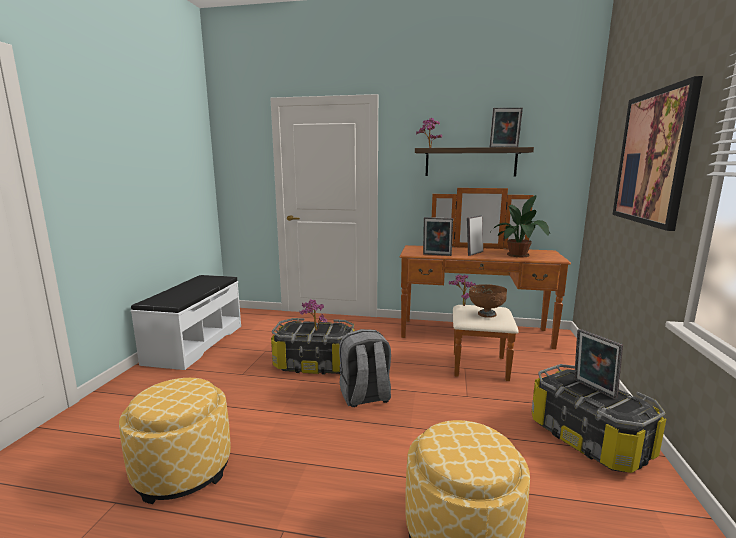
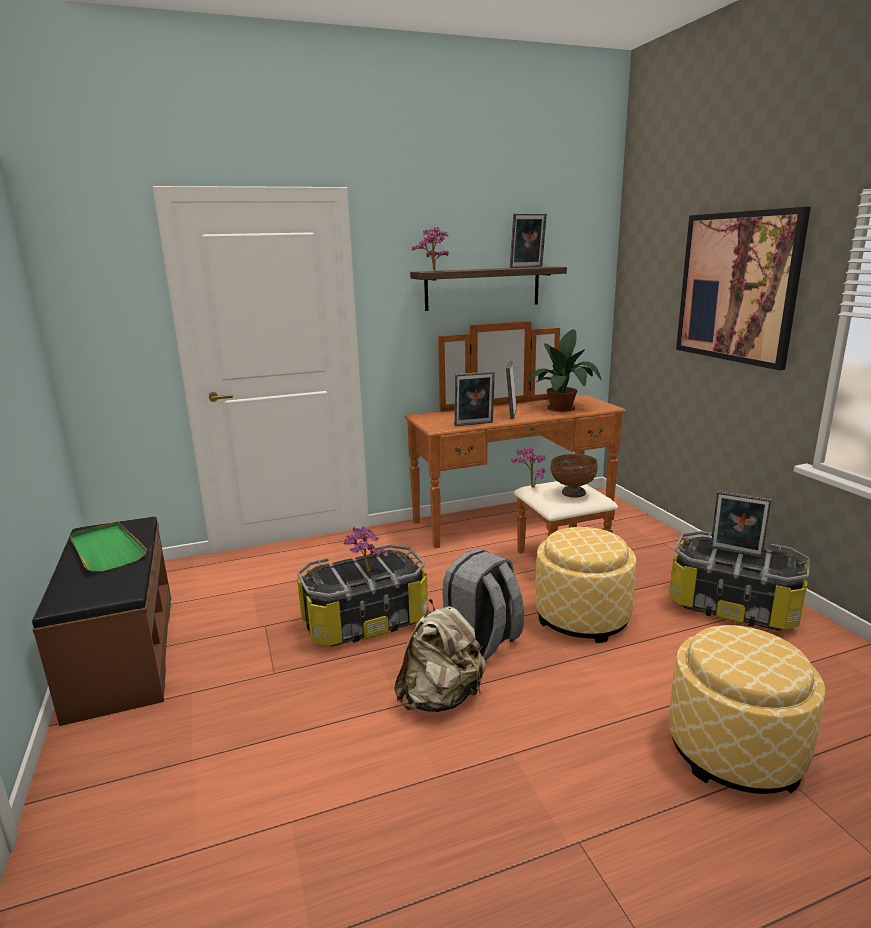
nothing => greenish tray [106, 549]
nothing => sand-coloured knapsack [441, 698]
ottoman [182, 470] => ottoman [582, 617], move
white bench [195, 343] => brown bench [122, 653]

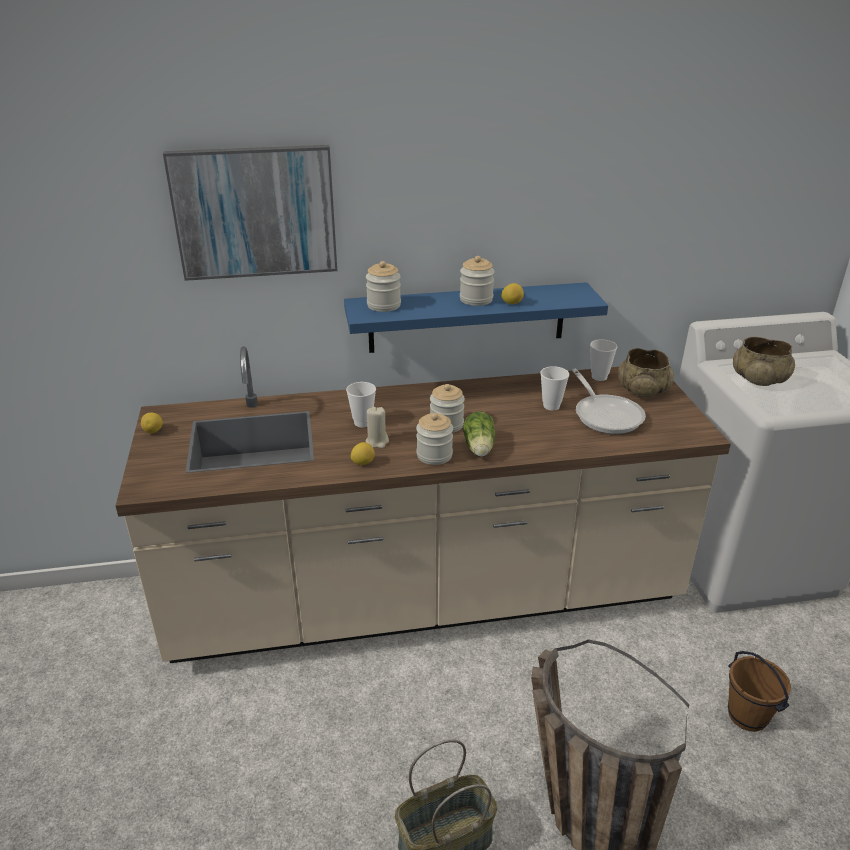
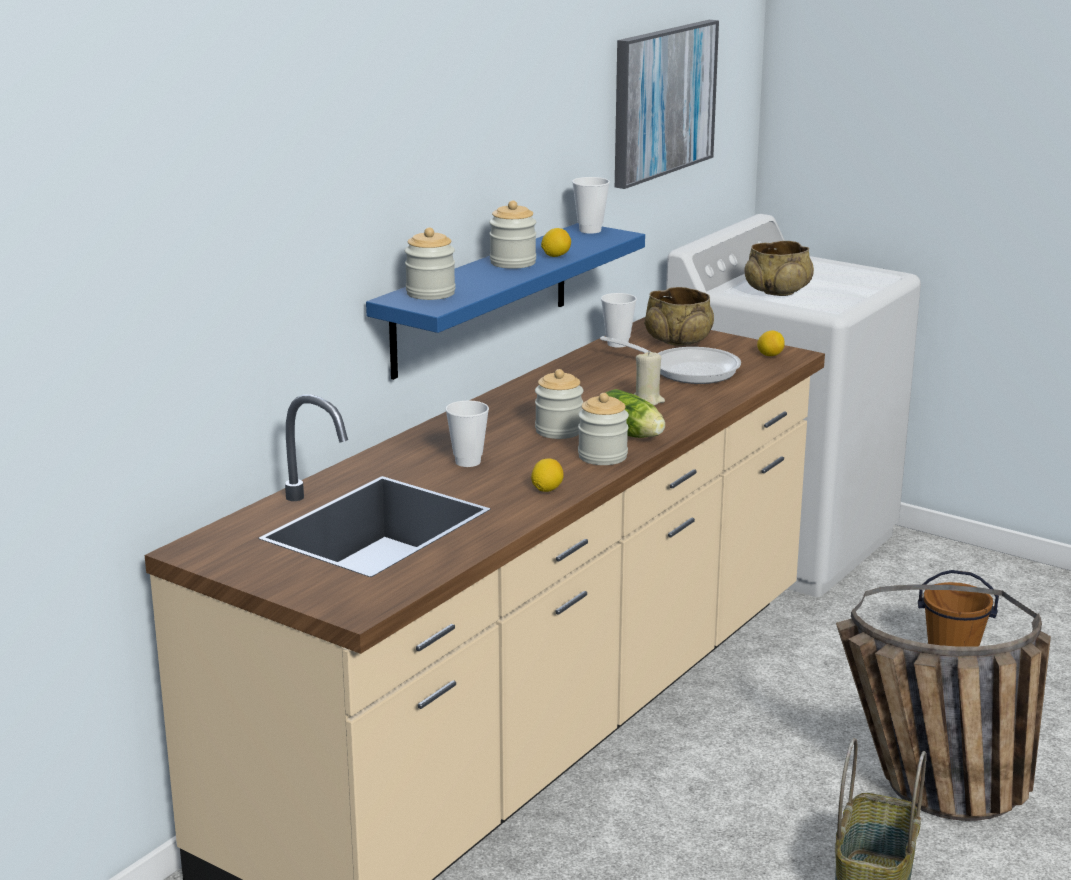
lemon [153, 431] => lemon [770, 355], move
wall picture [255, 212] => wall picture [662, 101], move
sand-coloured wax candle [377, 442] => sand-coloured wax candle [648, 400], move
cup [551, 406] => cup [590, 230], move

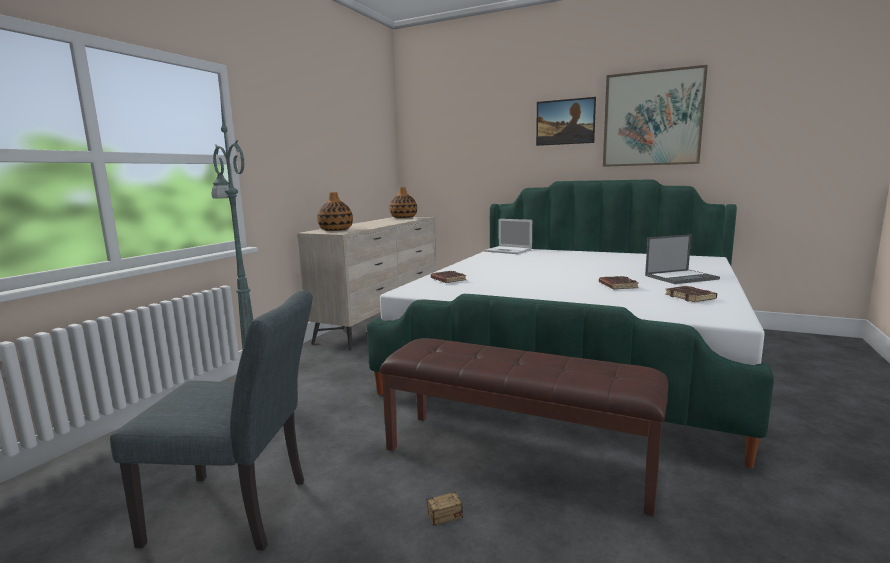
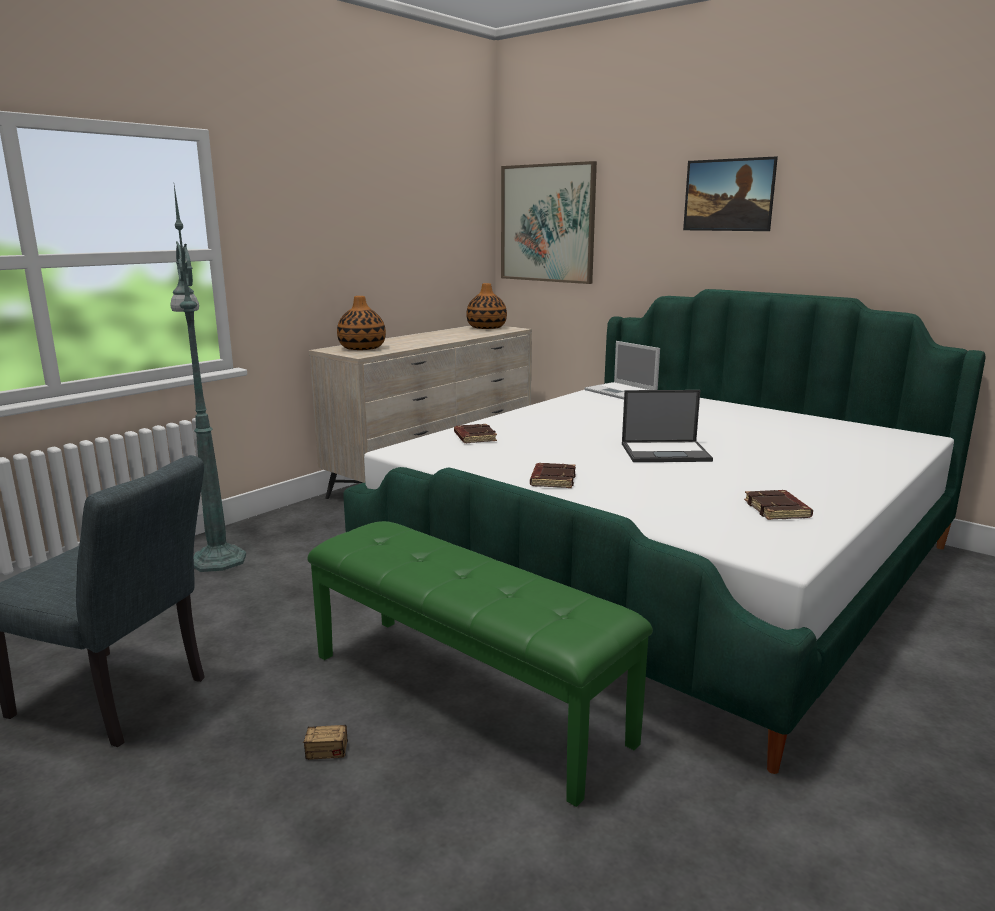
brown book [617, 286] => brown book [552, 480], move
wall picture [652, 119] => wall picture [547, 223], move
laptop [681, 277] => laptop [666, 452], move
brown bench [517, 457] => greenish bench [467, 696]

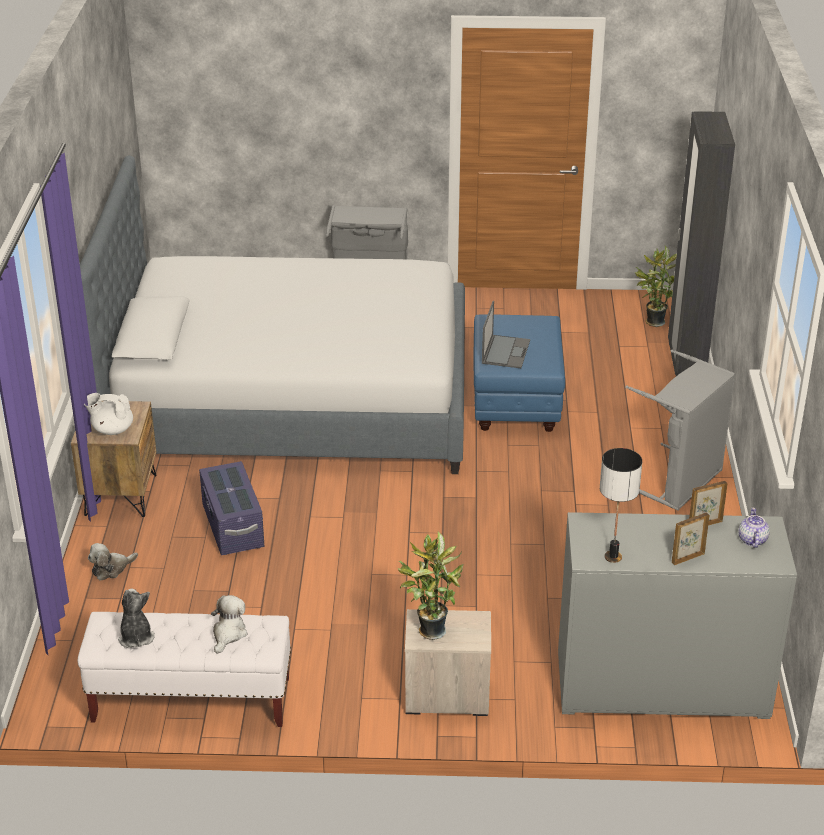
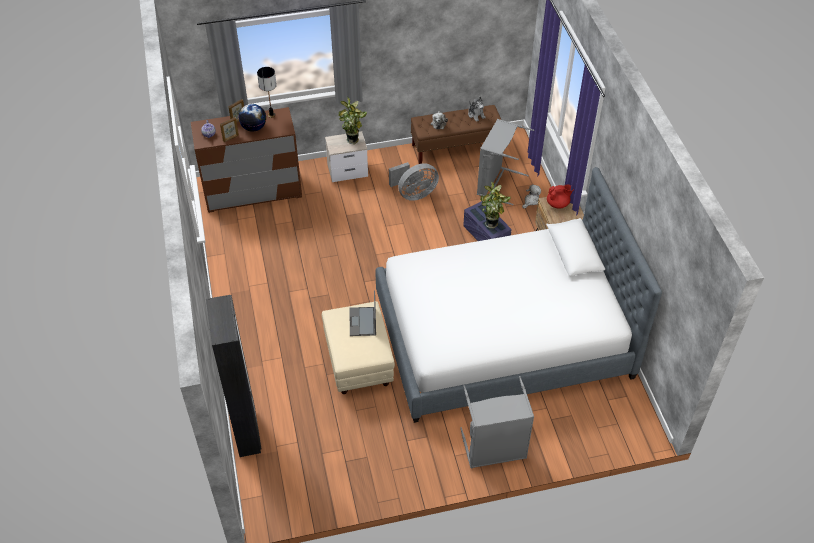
nothing => world globe [254, 128]
nothing => grey fan [414, 194]
grey washing basket [679, 481] => grey washing basket [497, 183], move
plant in a pot [653, 321] => plant in a pot [493, 224], move
white bench [191, 700] => brown bench [455, 148]
white teapot [112, 429] => red teapot [558, 204]
blue ottoman [515, 403] => sand-coloured ottoman [359, 363]
grey chest of drawers [661, 687] => brown chest of drawers [253, 192]

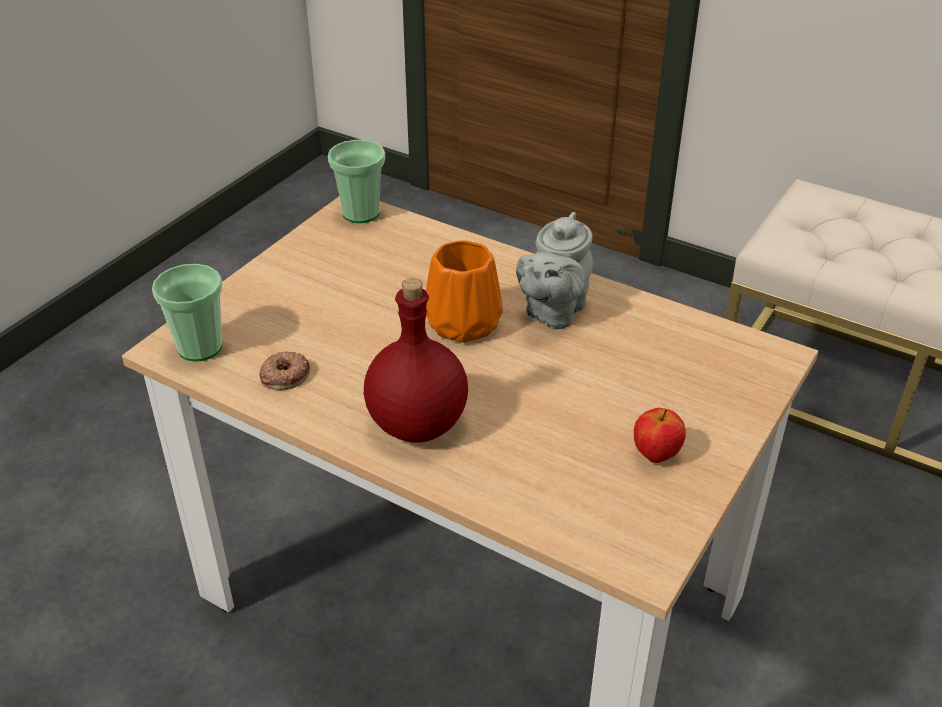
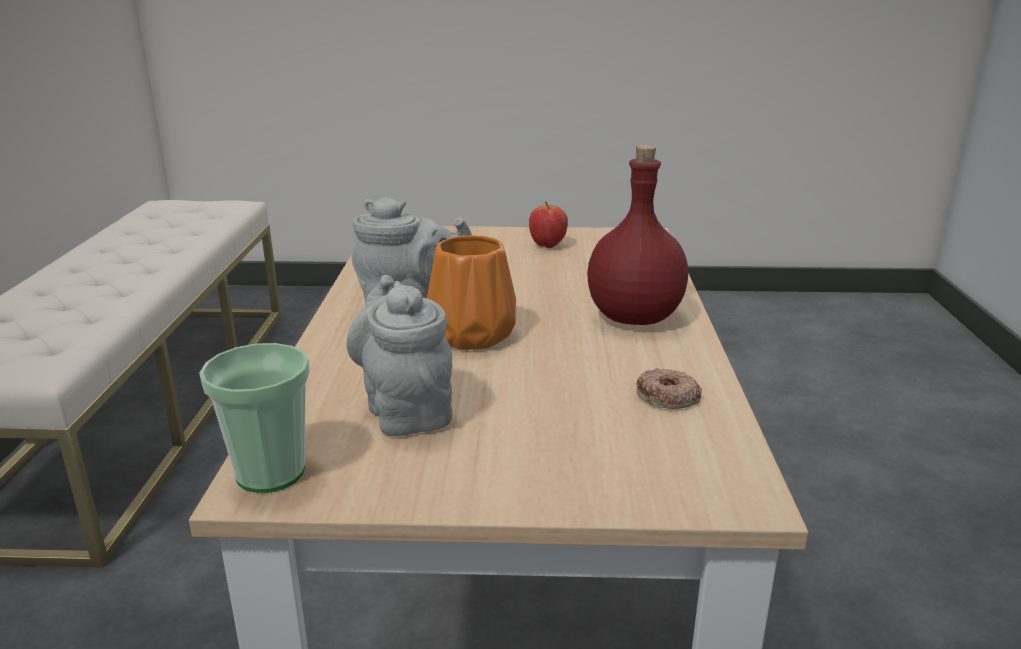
cup [200, 347] => nothing
nothing => grey teapot [406, 410]

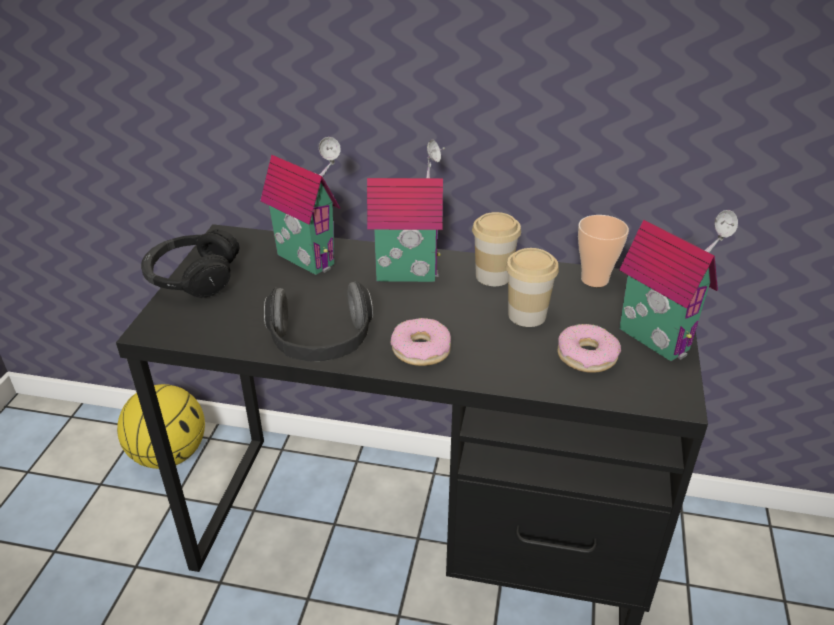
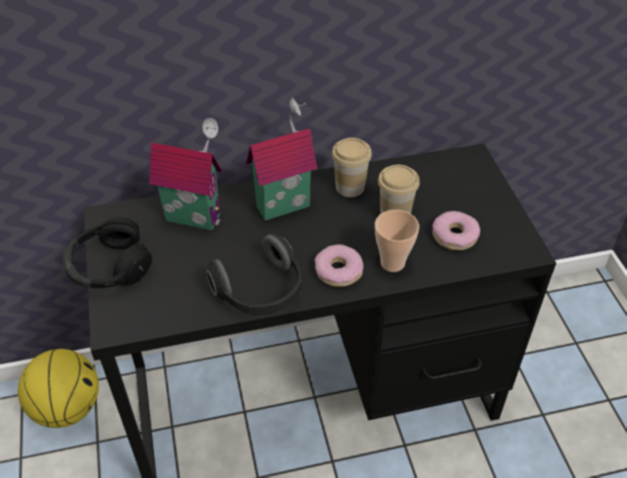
toy house [657, 337] => nothing
cup [594, 279] => cup [392, 263], move

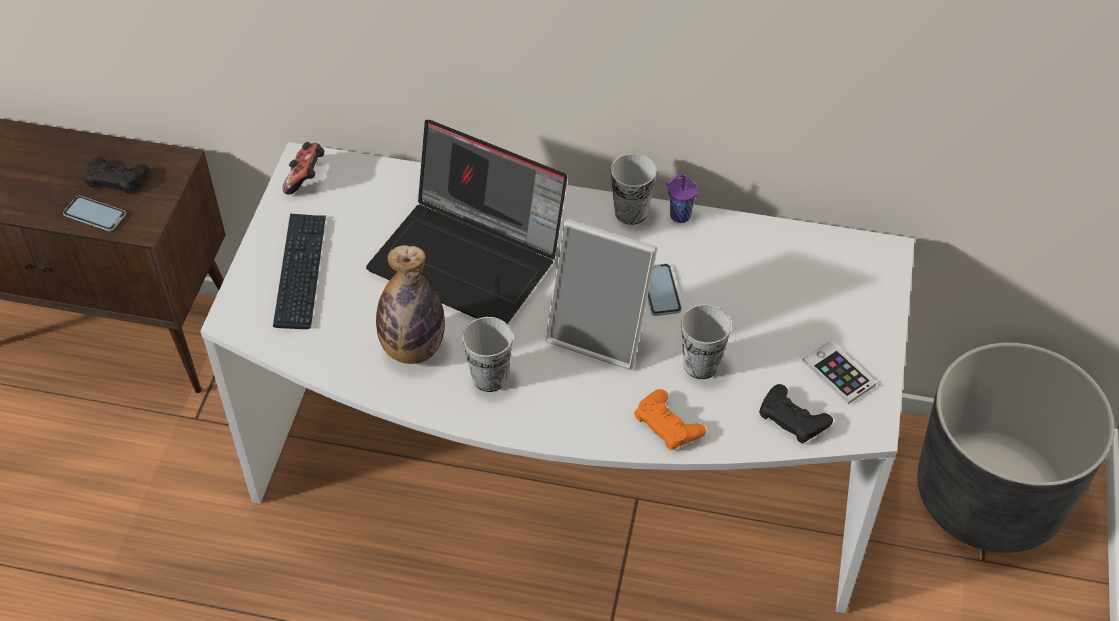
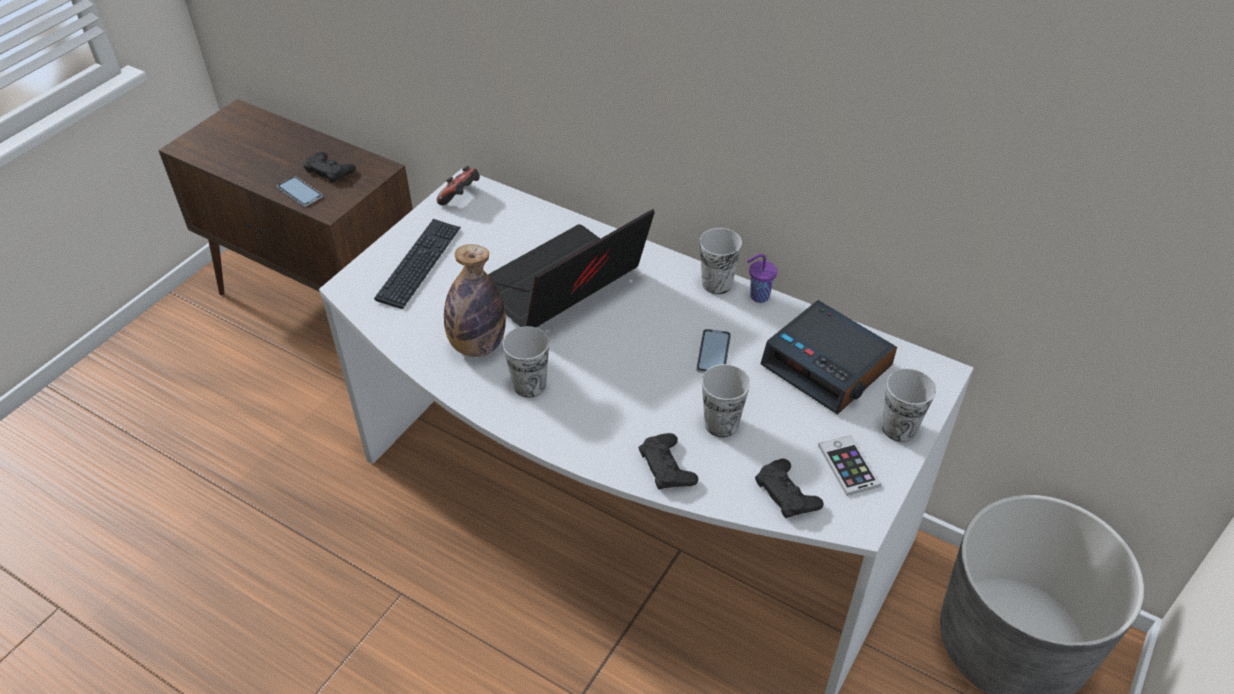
picture frame [601, 332] => nothing
nothing => alarm clock [828, 366]
nothing => cup [899, 428]
orange-coloured joypad [668, 424] => black-coloured joypad [667, 467]
laptop [470, 258] => laptop [561, 287], 90 degrees clockwise

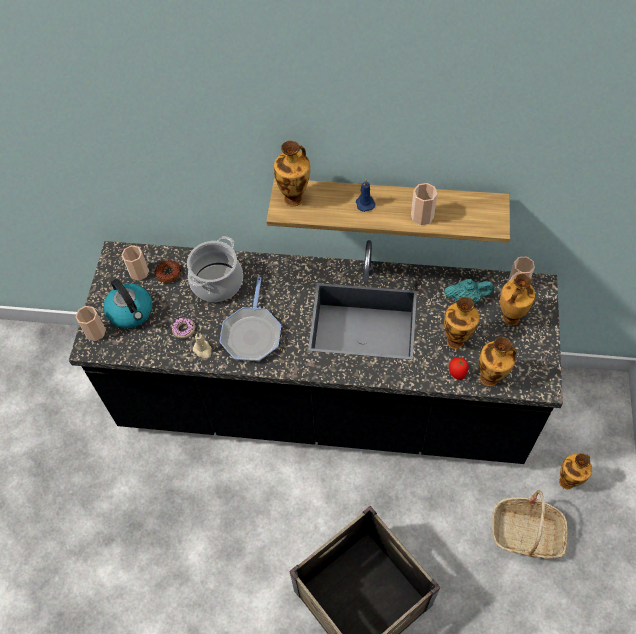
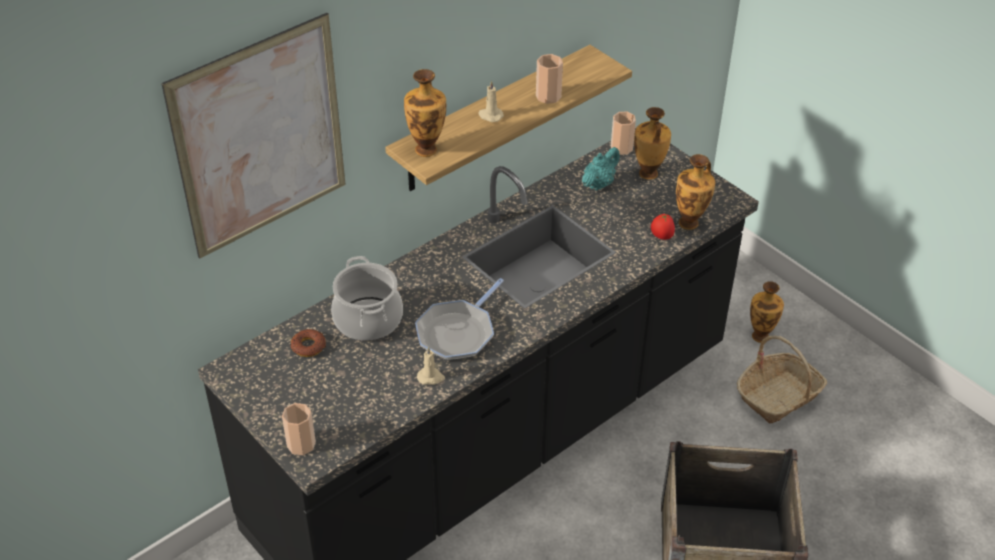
tea kettle [131, 312] => nothing
cup [139, 272] => nothing
donut [184, 329] => nothing
vase [456, 340] => nothing
nothing => wall picture [260, 137]
blue wax candle [364, 203] => sand-coloured wax candle [490, 115]
pan [252, 333] => pan [458, 332], 75 degrees clockwise

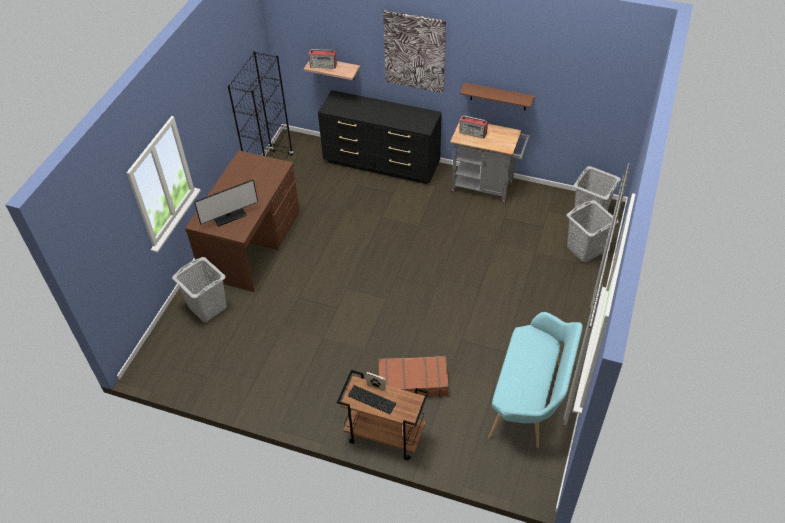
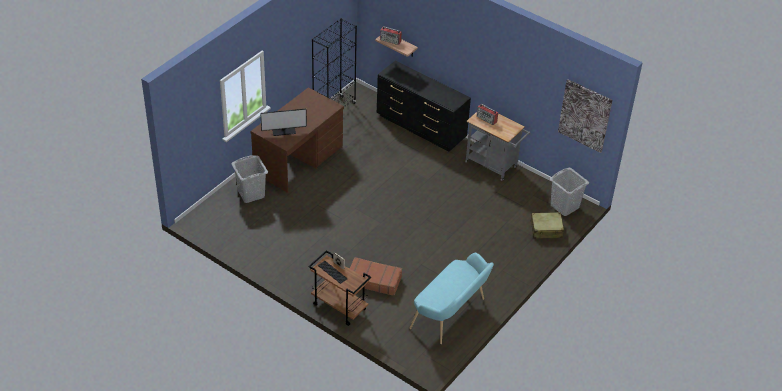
brown bracket shelf [498, 96] => nothing
wall picture [414, 51] => wall picture [585, 115], move
grey washing basket [585, 249] => sand-coloured suitcase [546, 229]

